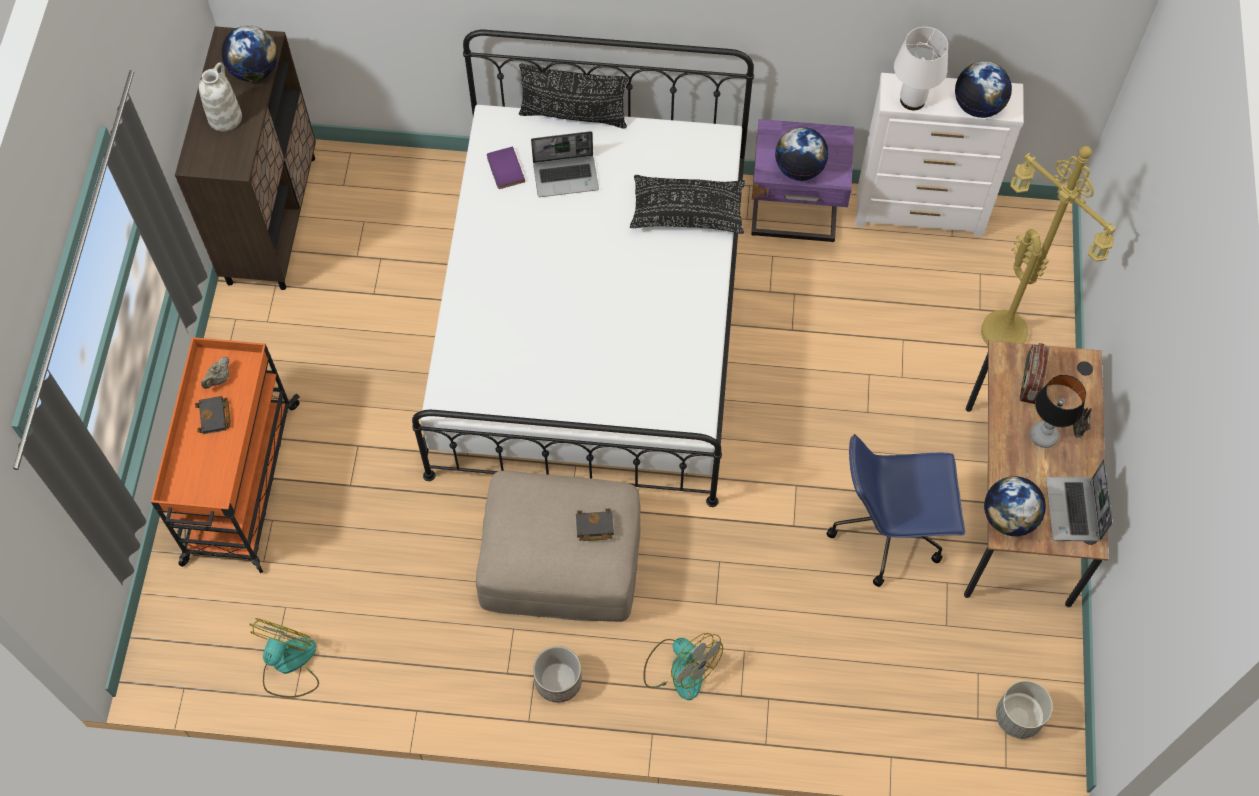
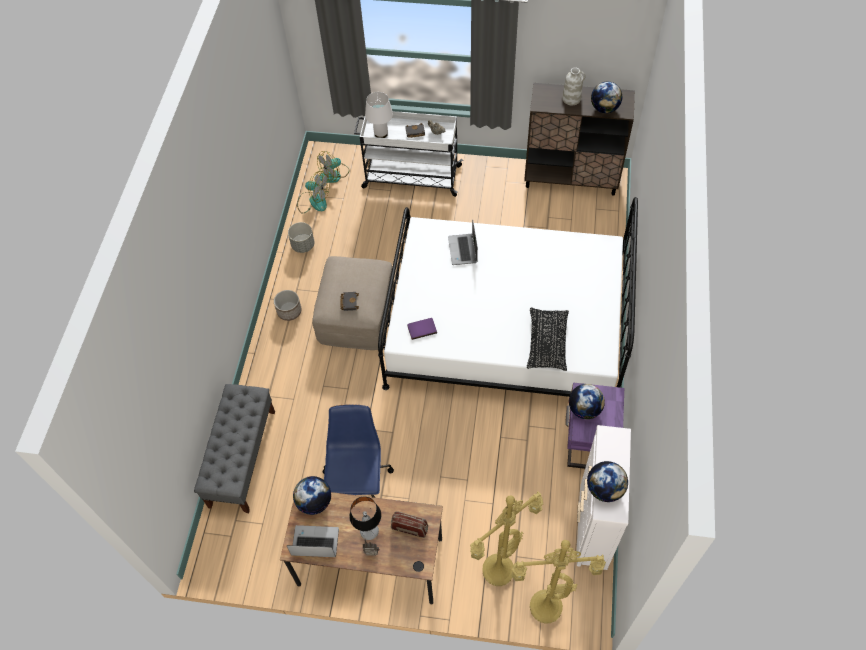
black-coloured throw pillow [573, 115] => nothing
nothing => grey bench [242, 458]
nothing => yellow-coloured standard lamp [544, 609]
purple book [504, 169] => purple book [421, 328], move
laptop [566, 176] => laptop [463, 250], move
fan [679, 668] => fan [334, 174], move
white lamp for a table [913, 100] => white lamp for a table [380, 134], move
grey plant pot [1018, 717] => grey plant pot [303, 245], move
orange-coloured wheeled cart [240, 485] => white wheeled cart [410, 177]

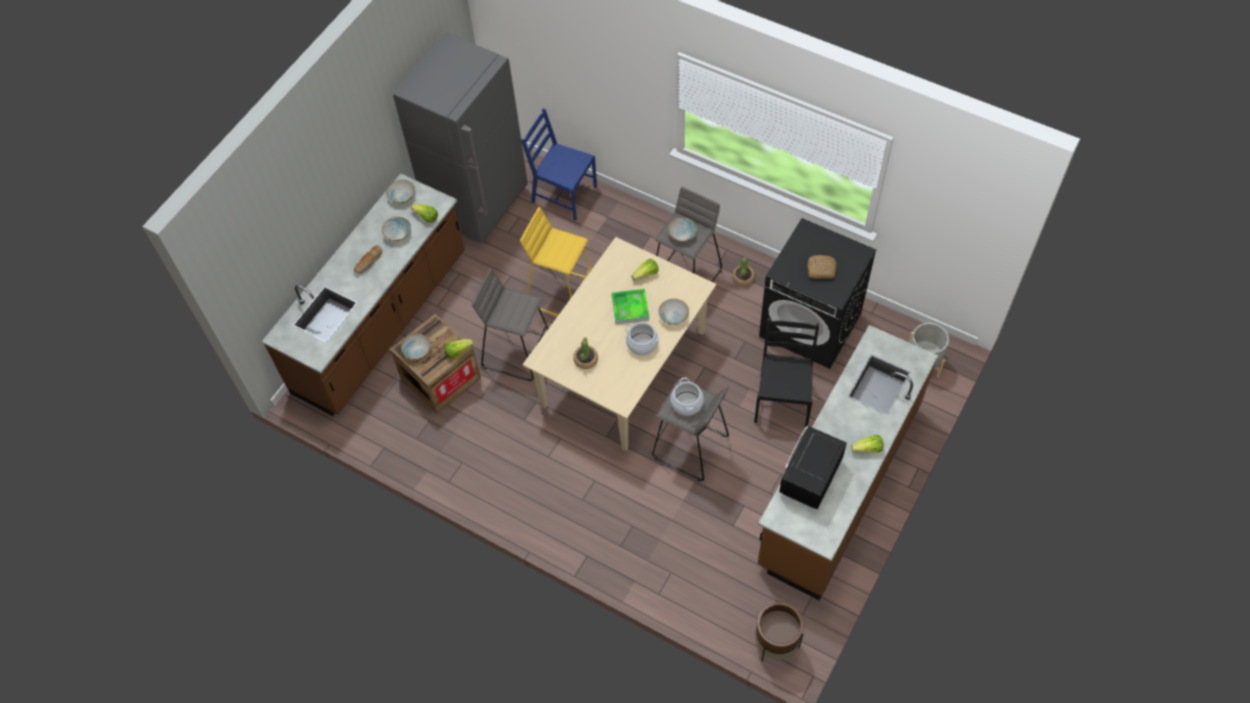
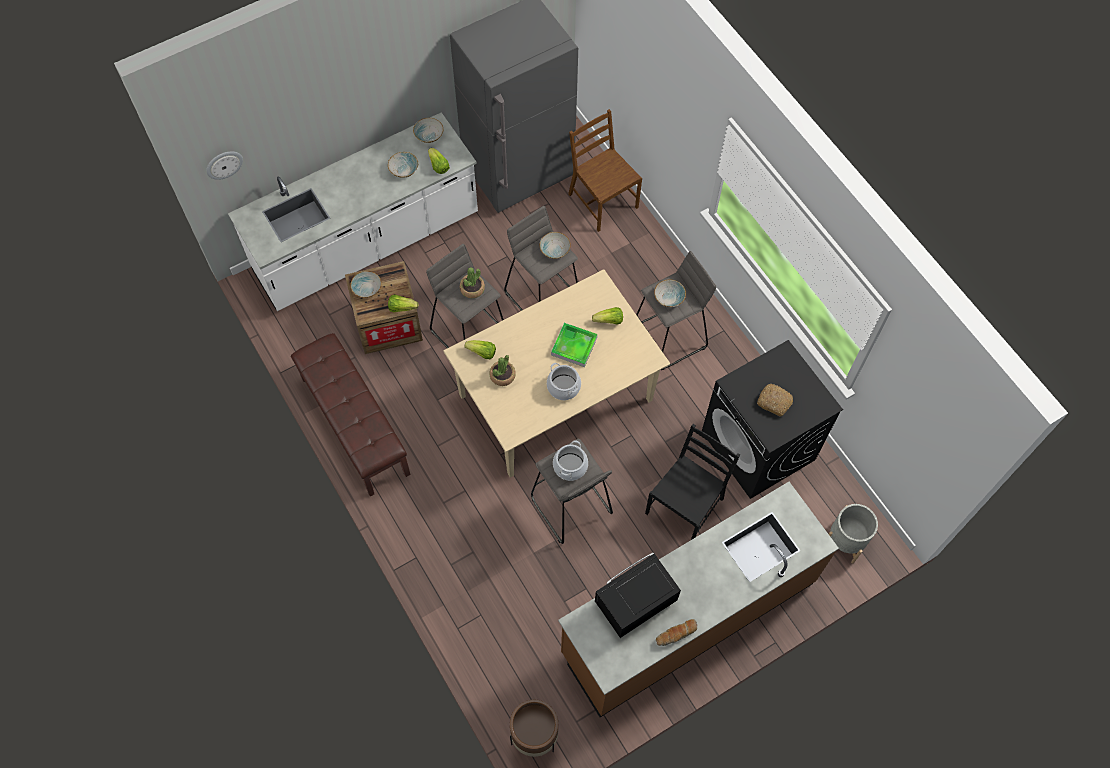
nothing => hanging clock [224, 164]
nothing => brown bench [354, 426]
bread [369, 262] => bread [676, 634], move
bowl [673, 316] => bowl [554, 250], move
plant in a pot [743, 278] => plant in a pot [472, 289], move
lettuce head [868, 449] => lettuce head [482, 353], move
brown counter [382, 324] => white counter [367, 245]
yellow-coloured stool [561, 292] => grey stool [543, 295]
blue plain chair [563, 195] => brown plain chair [602, 201]

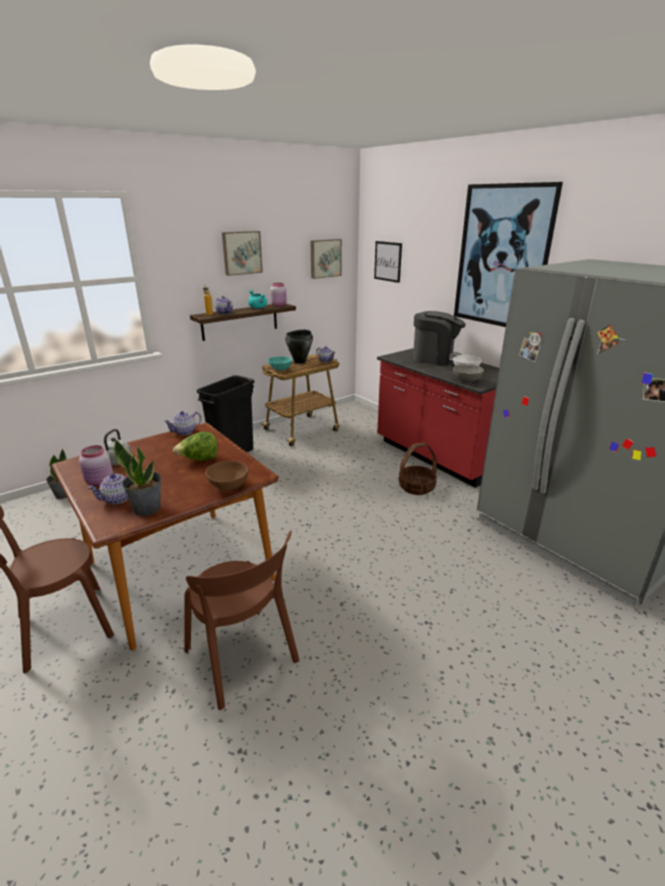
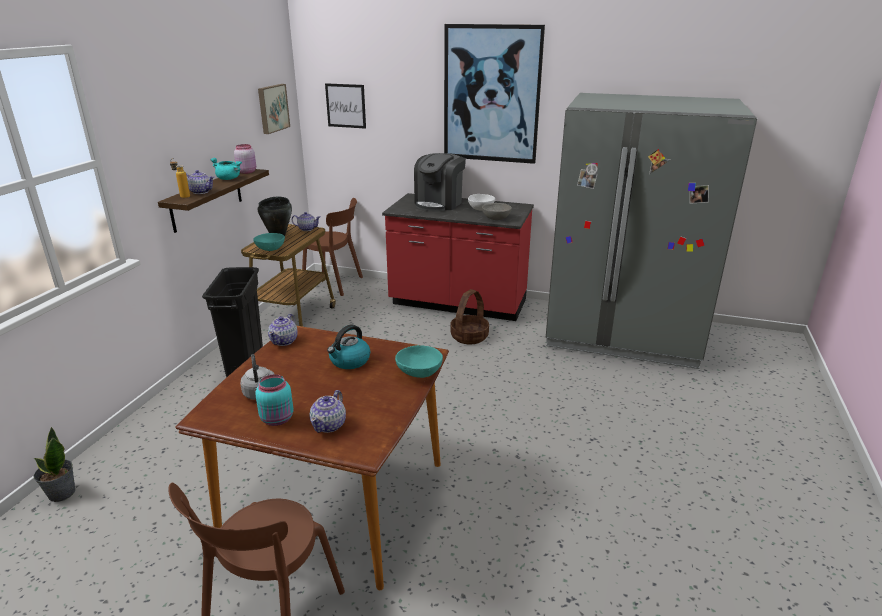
plant in a pot [147, 508] => nothing
wall picture [241, 252] => nothing
brown plain chair [243, 659] => brown plain chair [335, 284], move
lettuce head [199, 460] => tea kettle [349, 361]
pinkish preserve jar [100, 482] => turquoise preserve jar [278, 419]
brown bowl [228, 486] => turquoise bowl [420, 373]
coffee maker [435, 358] => coffee maker [439, 203], 135 degrees clockwise

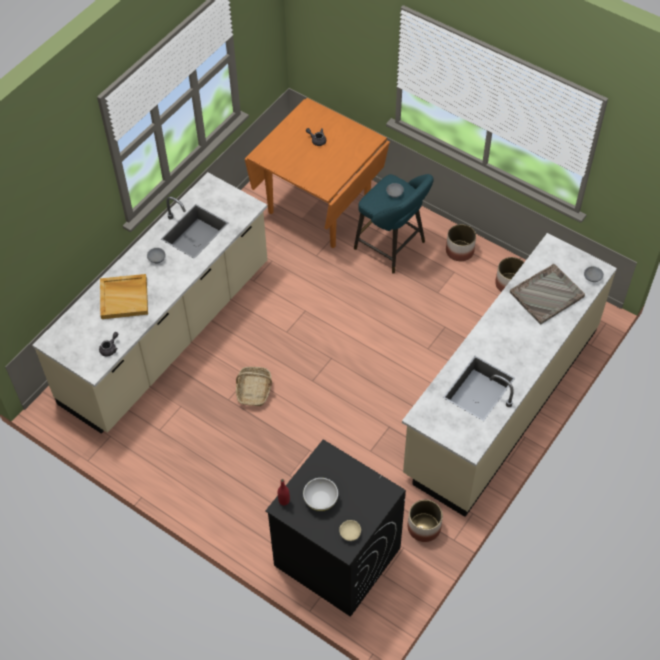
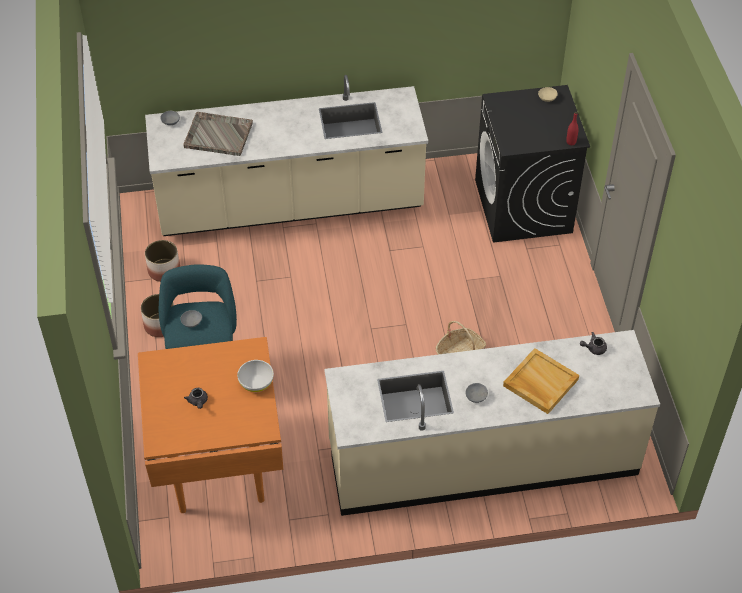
plant pot [423, 527] => nothing
white bowl [320, 499] => white bowl [256, 383], move

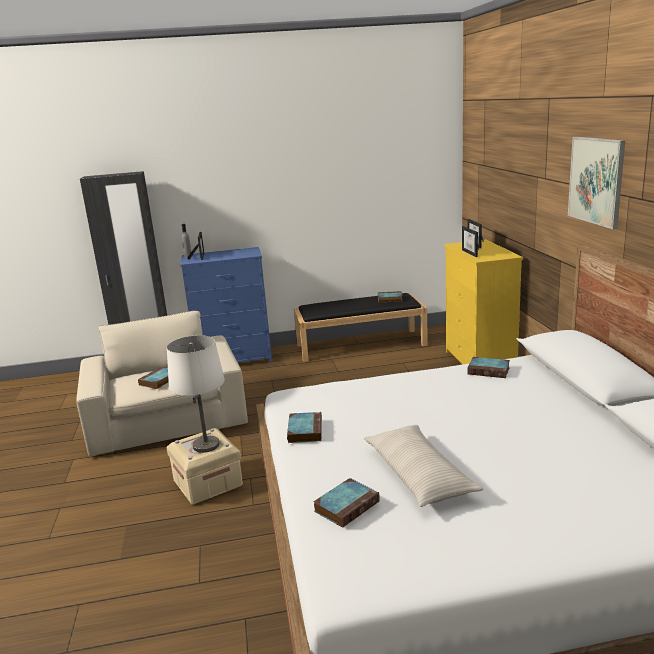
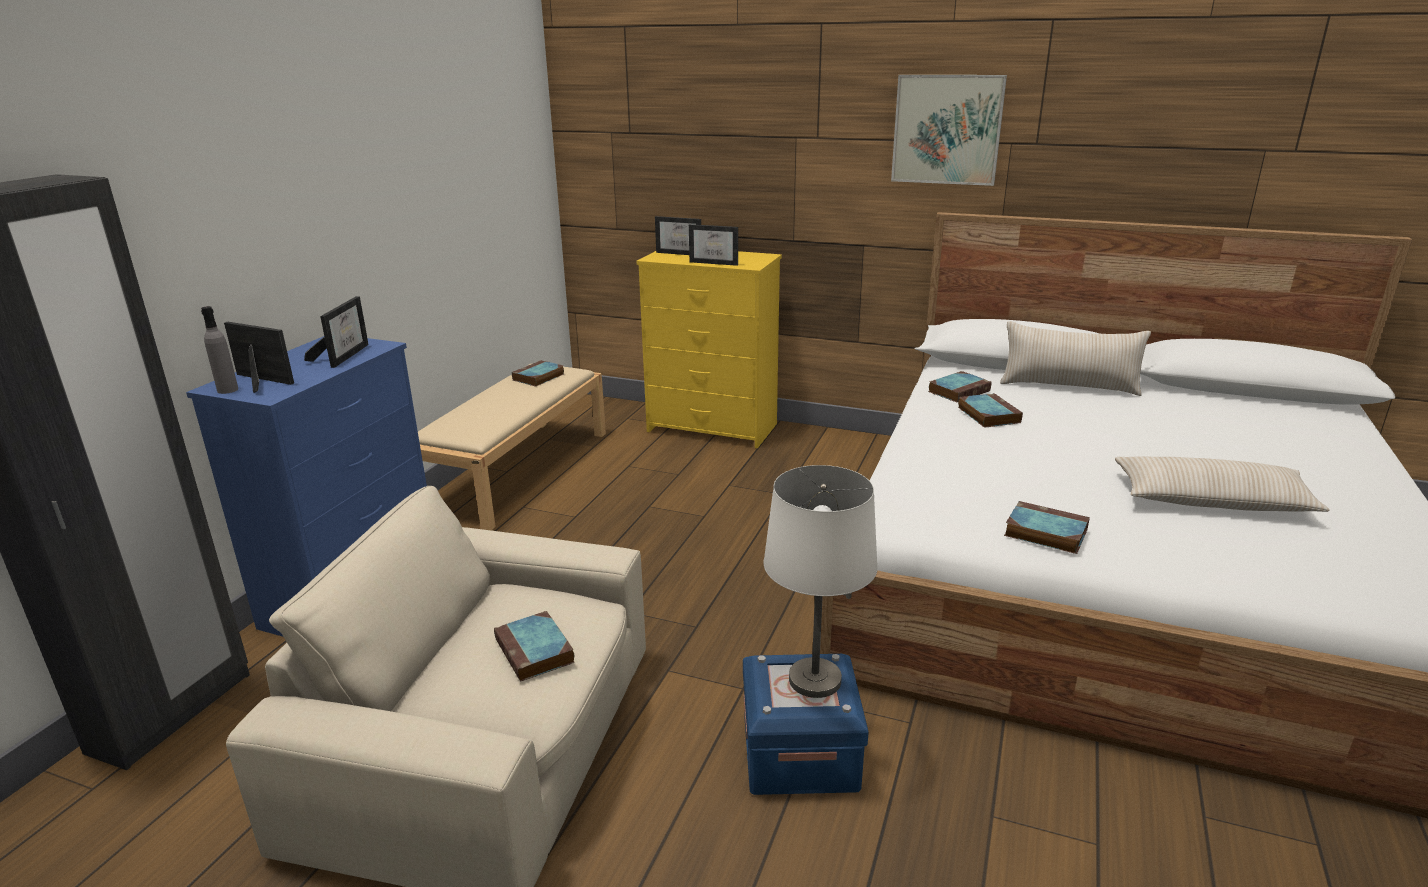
nothing => picture frame [344, 355]
nothing => sand-coloured throw pillow [1068, 386]
book [347, 505] => book [987, 414], move
sand-coloured storage container [208, 483] => blue storage container [800, 754]
black-coloured bench [361, 345] => sand-coloured bench [517, 470]

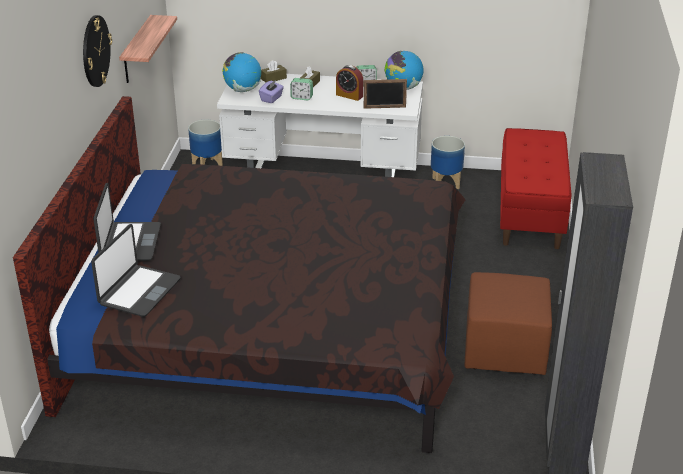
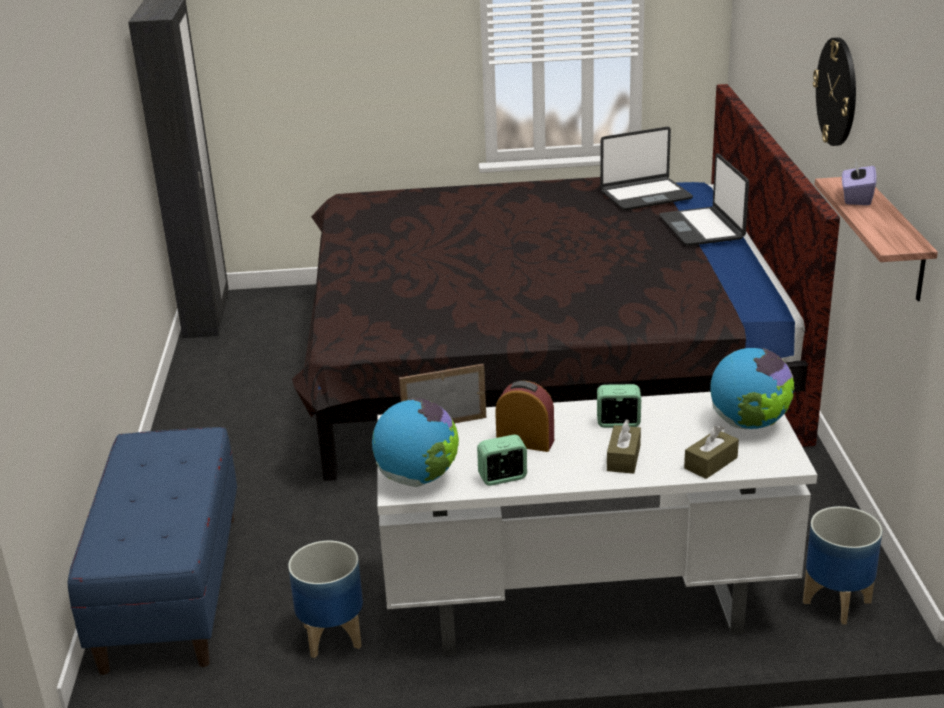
brown ottoman [504, 349] => nothing
purple tissue holder [271, 98] => purple tissue holder [856, 198], move
red bench [530, 213] => blue bench [171, 589]
laptop [139, 291] => laptop [645, 195], 120 degrees counterclockwise

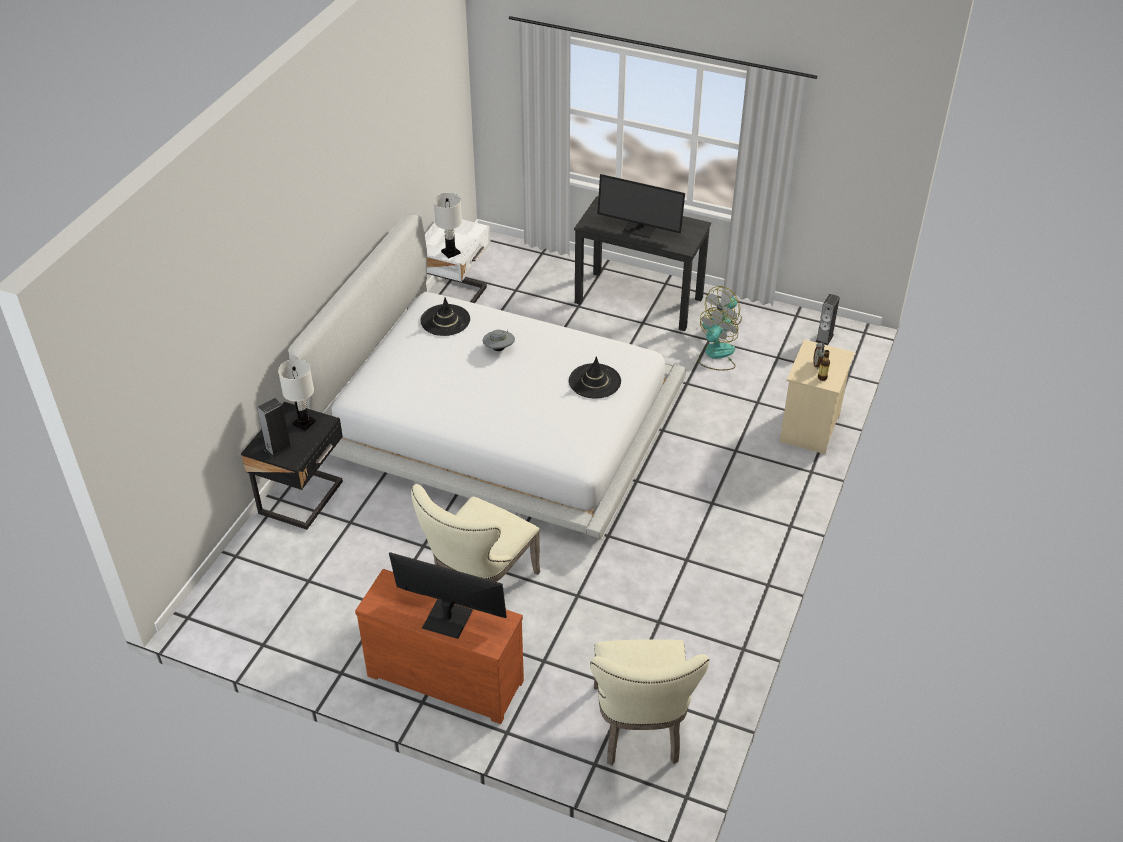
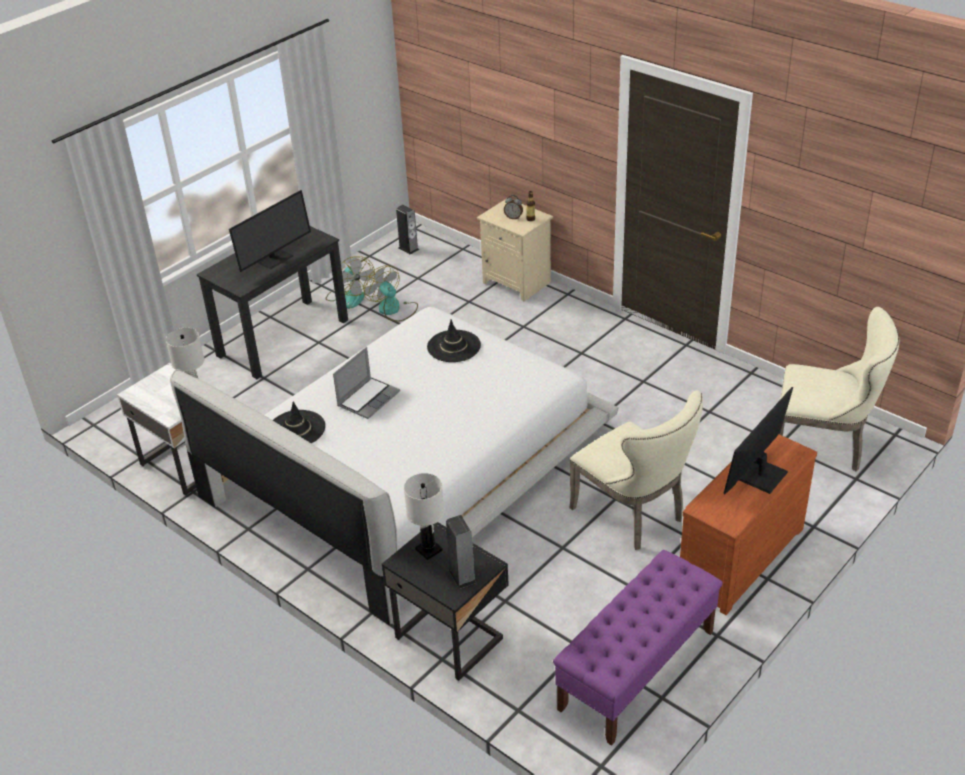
nothing => purple bench [637, 670]
grey clothing hat [499, 349] => laptop [368, 398]

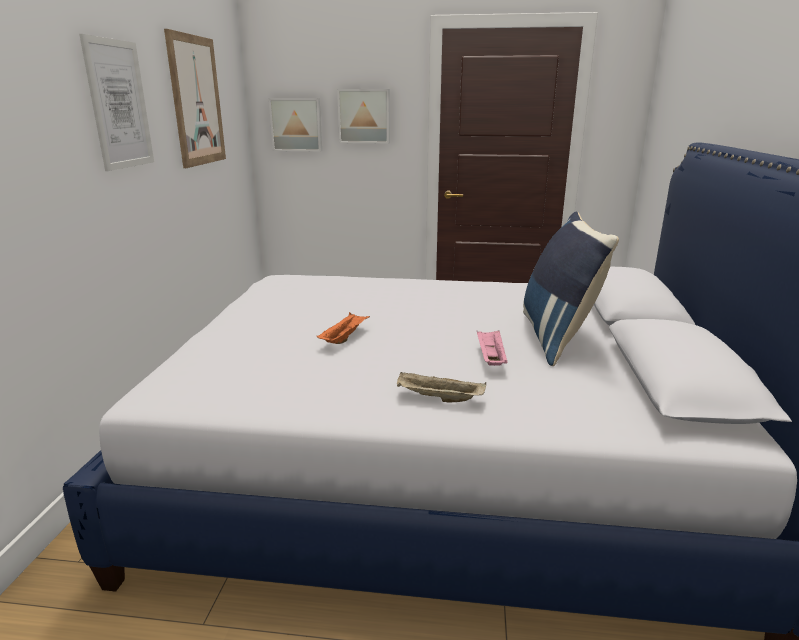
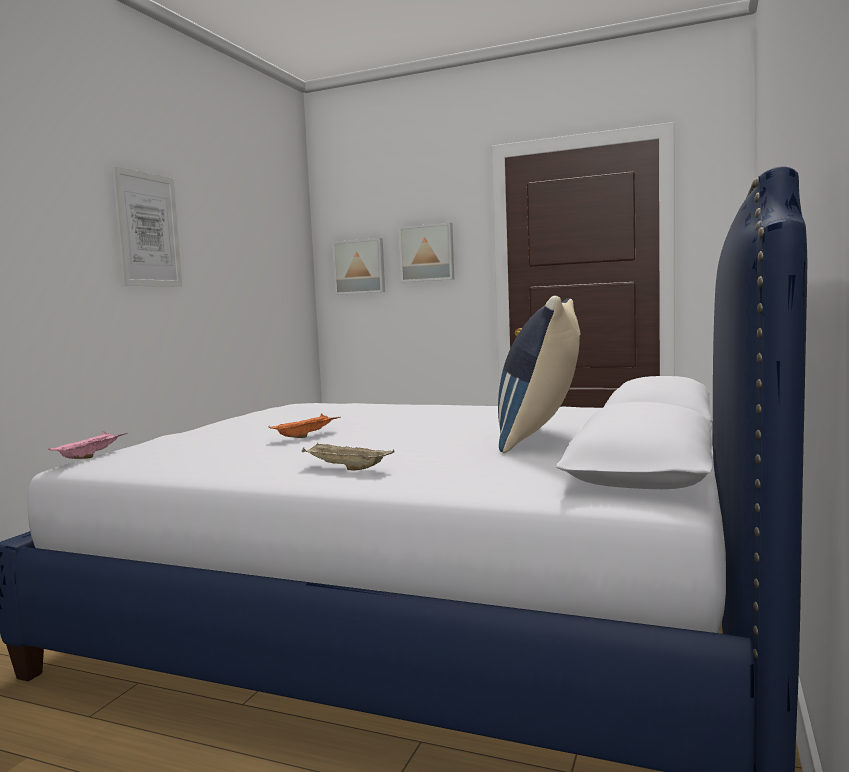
wall picture [197, 101] => nothing
pinkish tray [490, 358] => pinkish tray [91, 456], move

